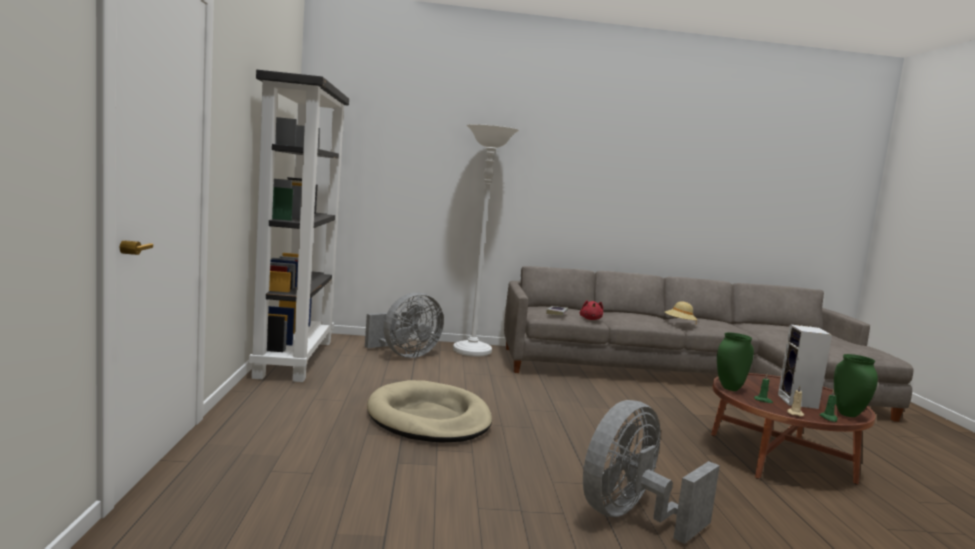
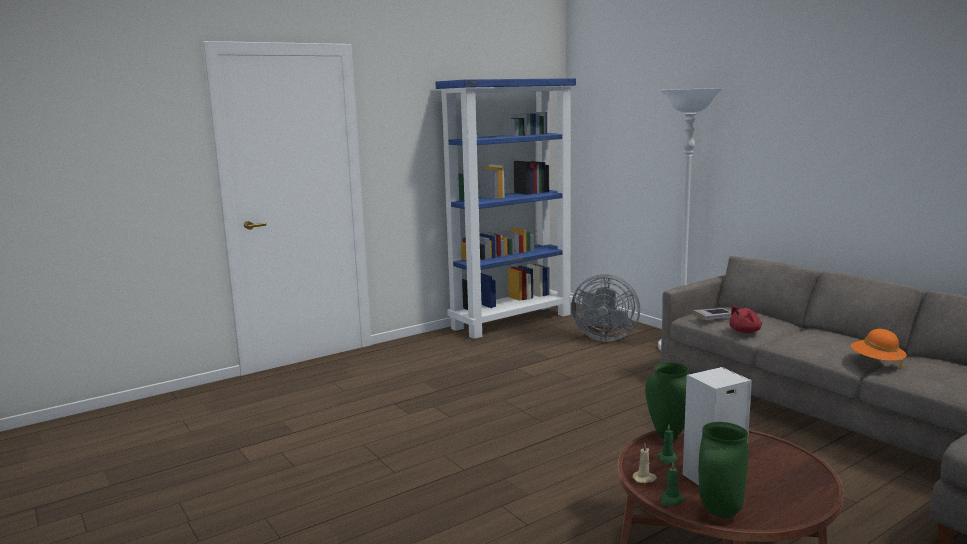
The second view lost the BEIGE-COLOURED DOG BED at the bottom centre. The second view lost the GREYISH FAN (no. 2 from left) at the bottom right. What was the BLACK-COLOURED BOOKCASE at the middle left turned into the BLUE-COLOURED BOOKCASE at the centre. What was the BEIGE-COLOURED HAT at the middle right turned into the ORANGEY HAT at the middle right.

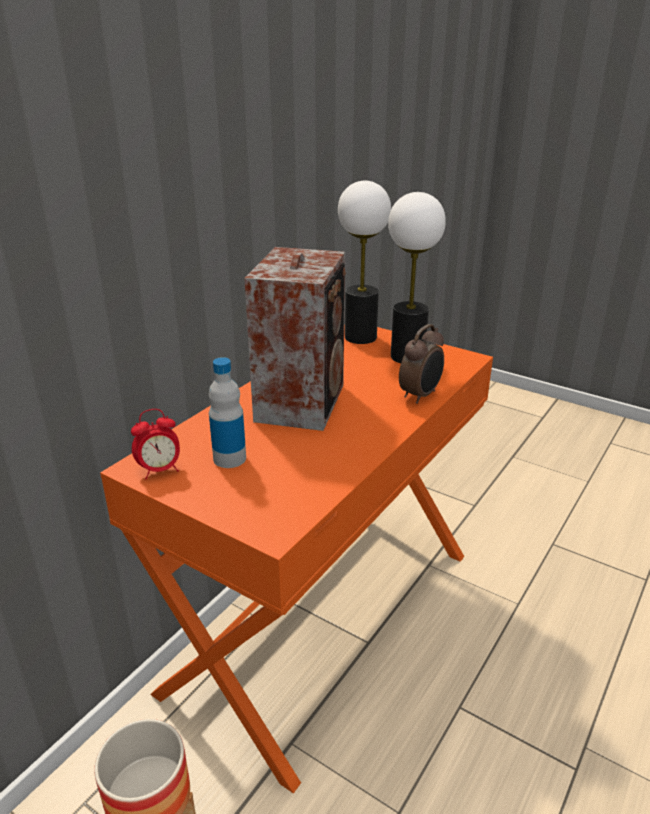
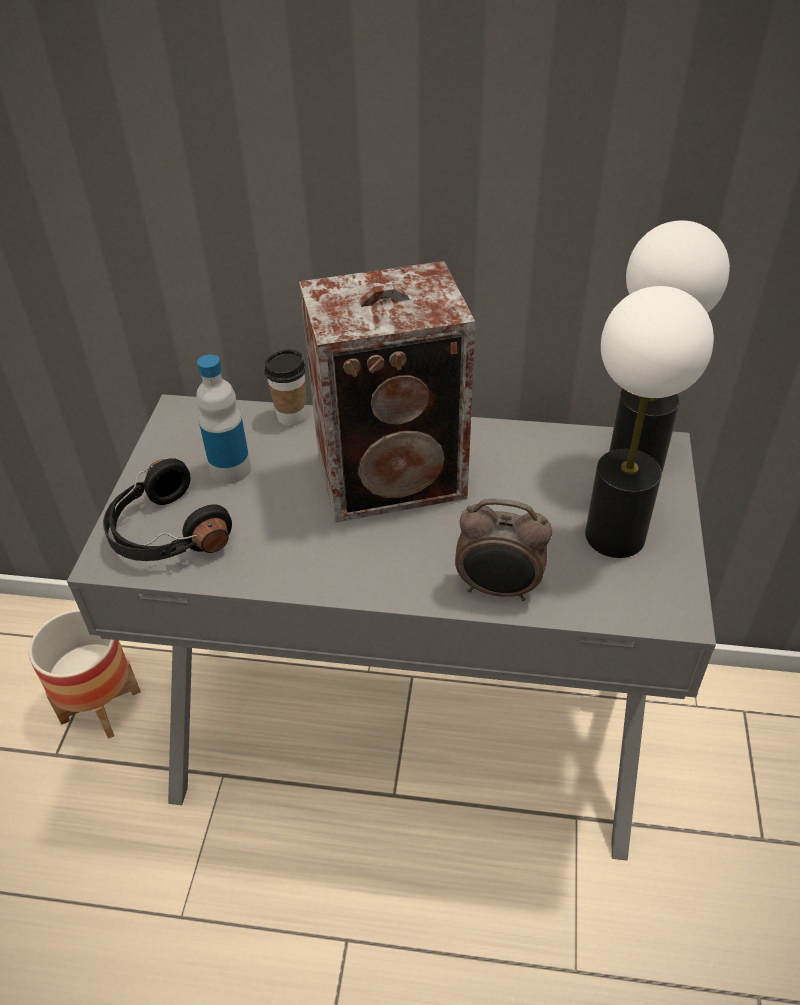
The second view lost the TABLE CLOCK (no. 1 from left) at the middle left. The second view gained the BLACK-COLOURED HEADSET at the middle left. The second view gained the CUP at the centre. What was the ORANGEY DESK at the bottom centre turned into the GREYISH DESK at the centre.

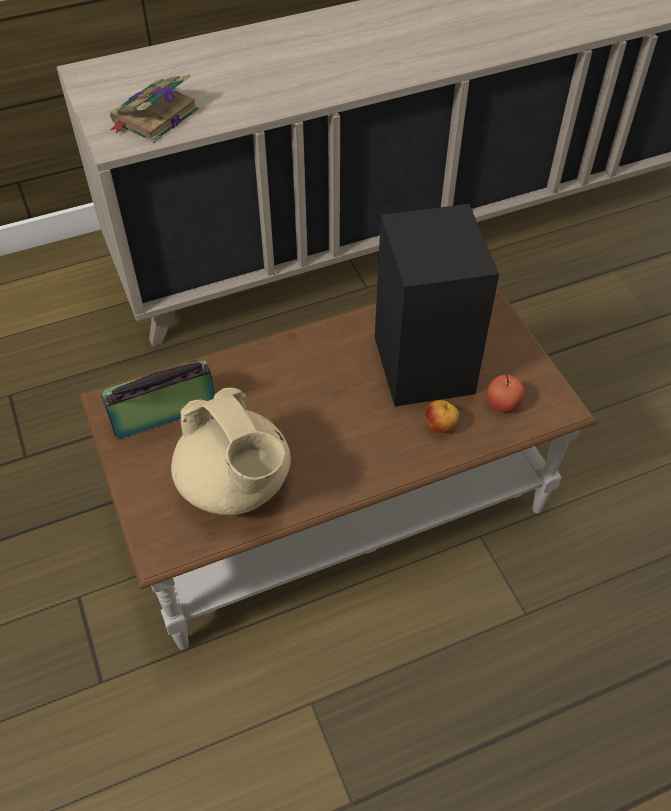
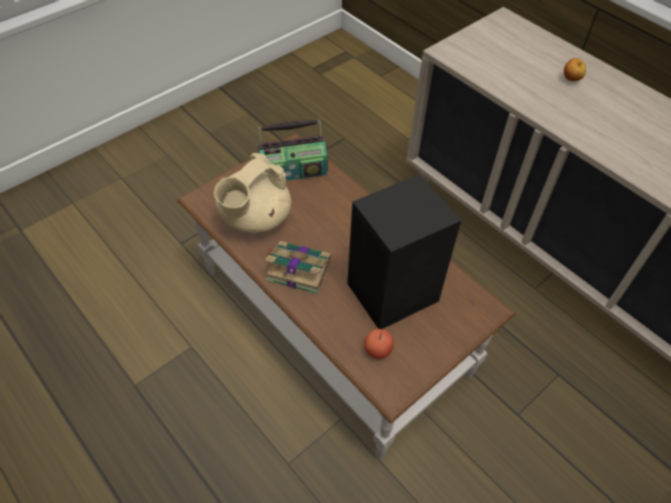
The BOUND BOOK ended up elsewhere, having gone from the top left to the centre. The WHOLE APPLE (no. 1 from left in the first image) ended up elsewhere, having gone from the centre to the top right. The RADIO RECEIVER at the middle left ended up facing another way, 120 degrees clockwise from before.

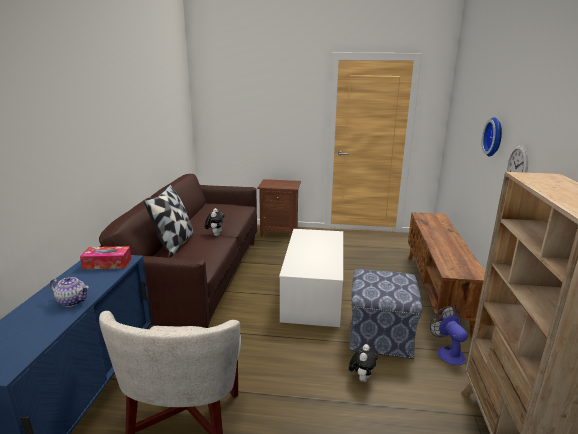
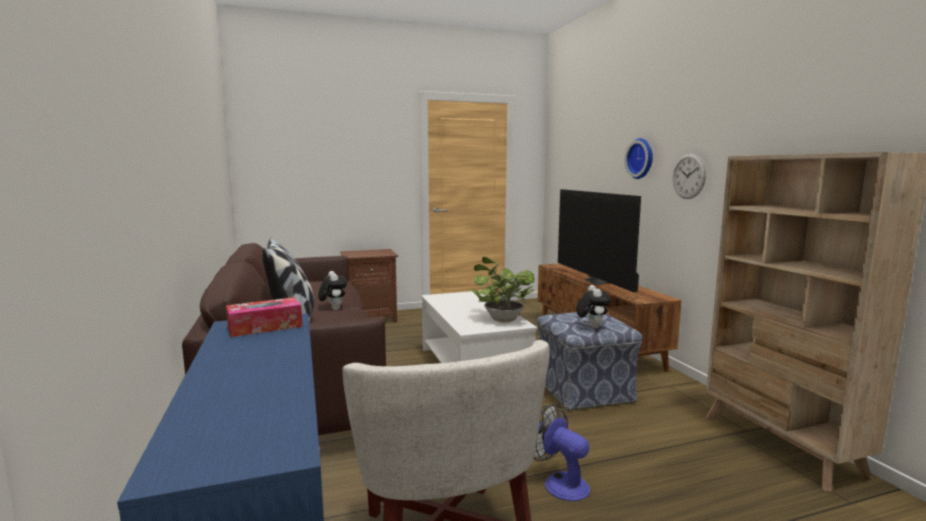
The second view lost the TEAPOT at the bottom left. The second view gained the POTTED PLANT at the centre. The second view gained the TV SET at the centre. The PLUSH TOY (no. 2 from left) ended up elsewhere, having gone from the bottom centre to the centre. The FAN ended up elsewhere, having gone from the bottom right to the bottom centre.

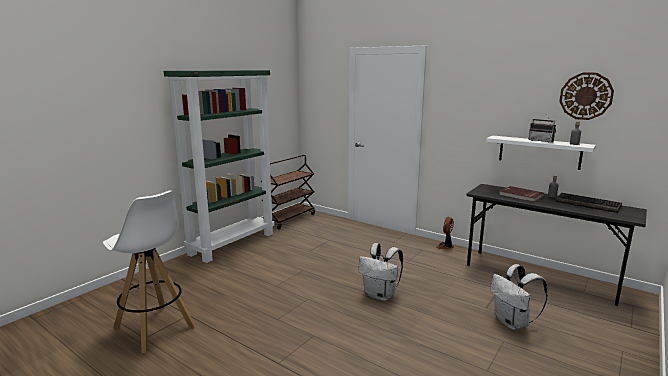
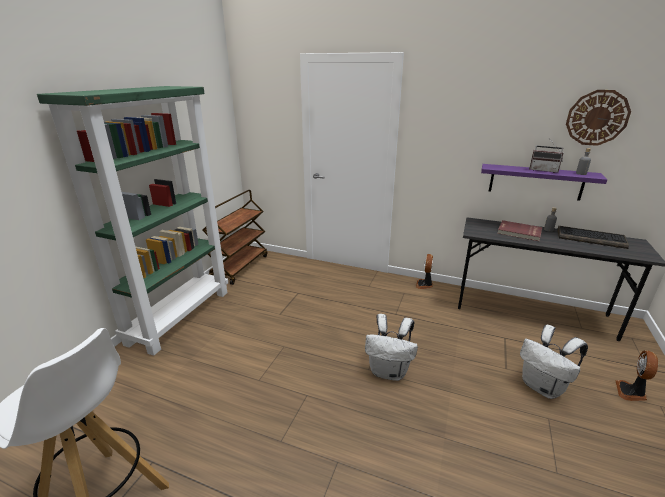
The second view gained the FAN (no. 2 from left) at the bottom right. What was the WHITE BRACKET SHELF at the middle right turned into the PURPLE-COLOURED BRACKET SHELF at the middle right.

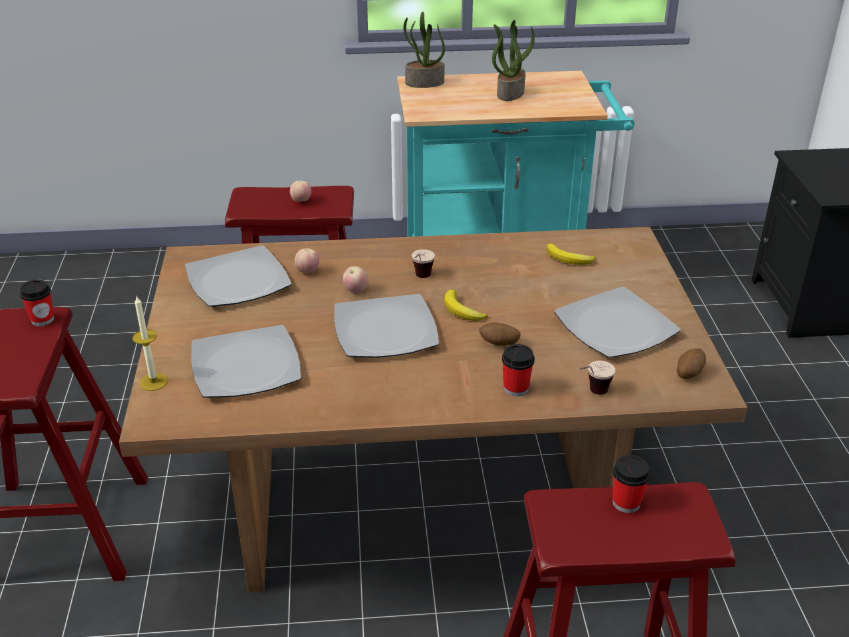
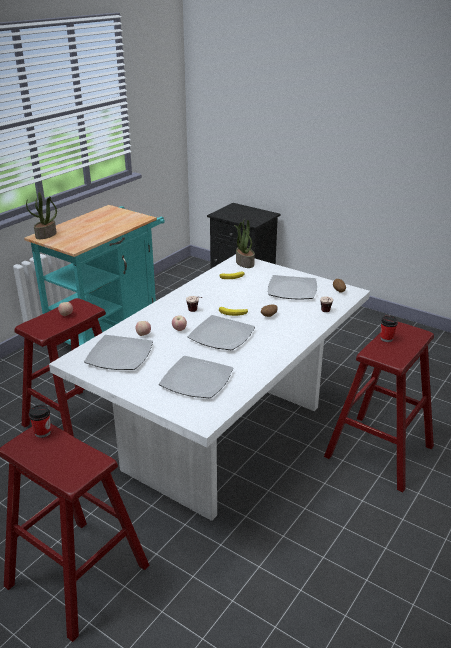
The second view lost the CANDLE at the middle left. The second view lost the CUP (no. 3 from left) at the centre. The POTTED PLANT (no. 2 from left) ended up elsewhere, having gone from the top centre to the centre. What was the BROWNISH KITCHEN TABLE at the centre turned into the WHITE KITCHEN TABLE at the centre.

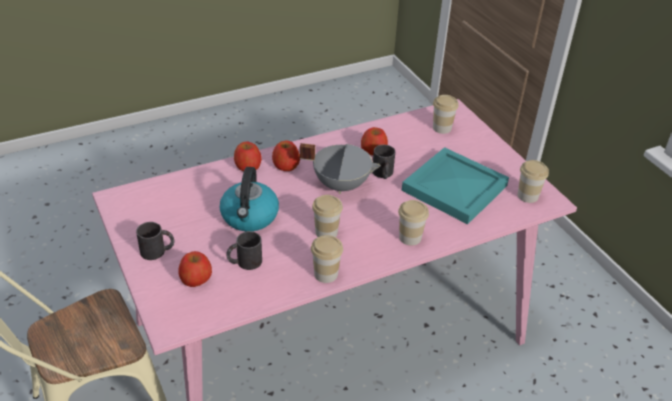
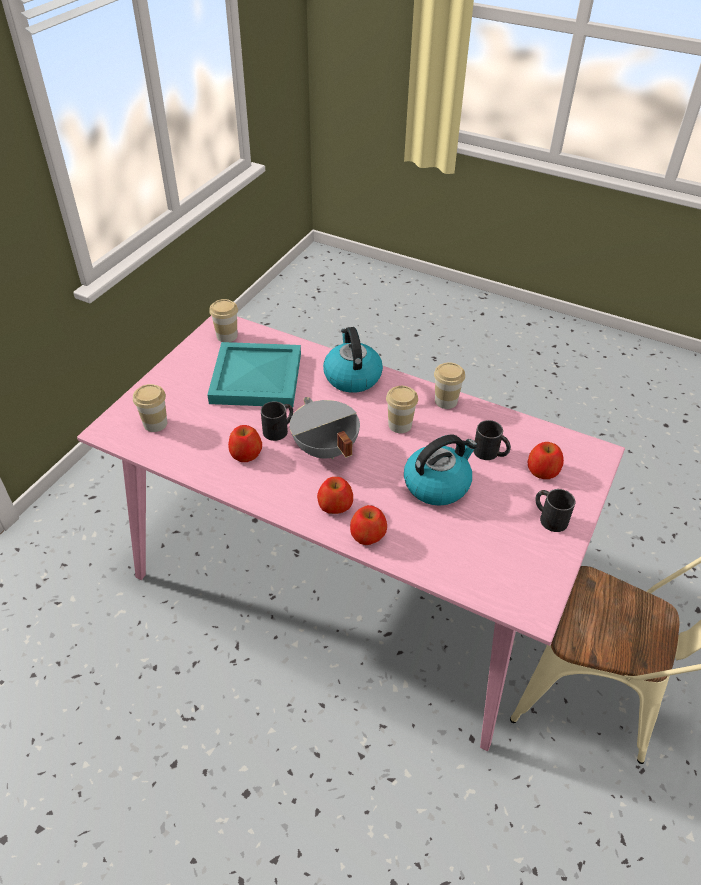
Where the CUP (no. 3 from left) stood at the centre, the KETTLE (no. 1 from left) came to stand at the centre.

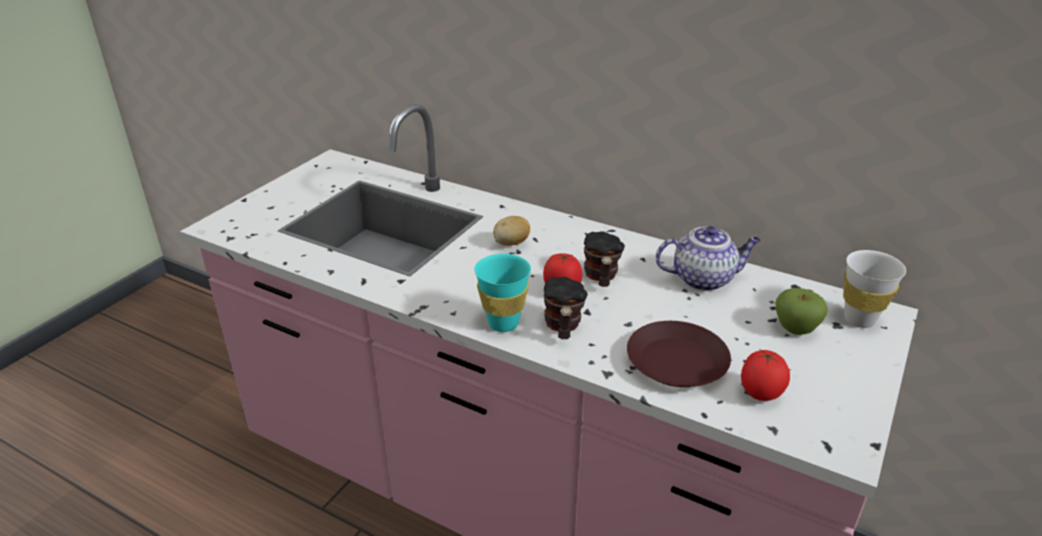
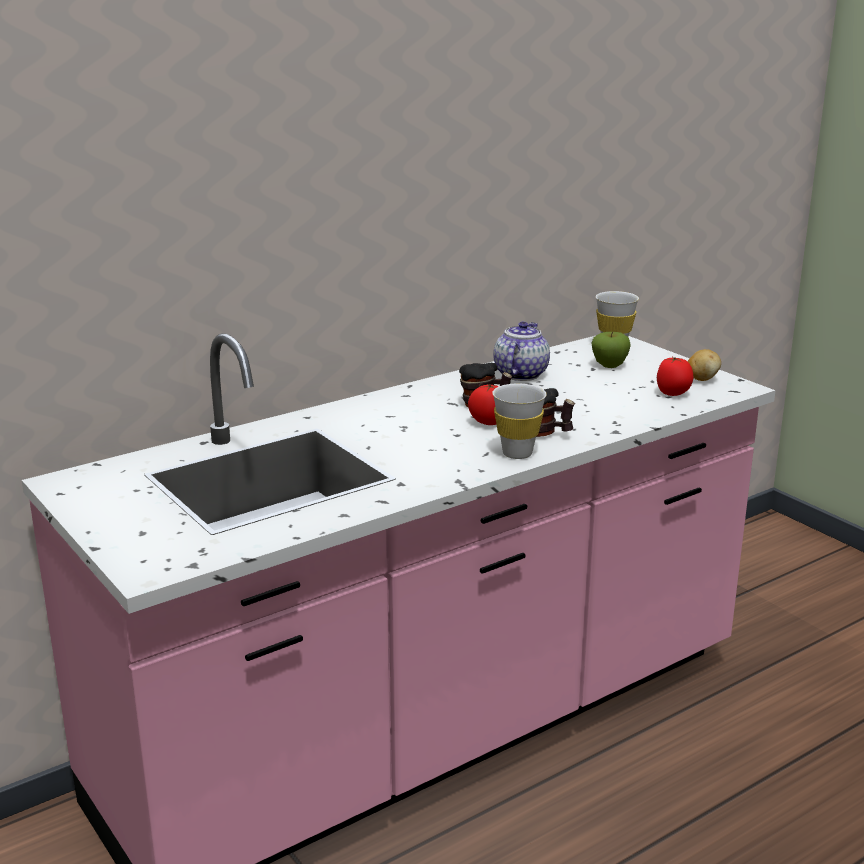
The second view lost the BROWNISH DINNER PLATE at the centre. The WHOLE POTATO ended up elsewhere, having gone from the centre to the middle right. What was the TURQUOISE-COLOURED CUP at the centre turned into the WHITE CUP (no. 1 from left) at the centre.

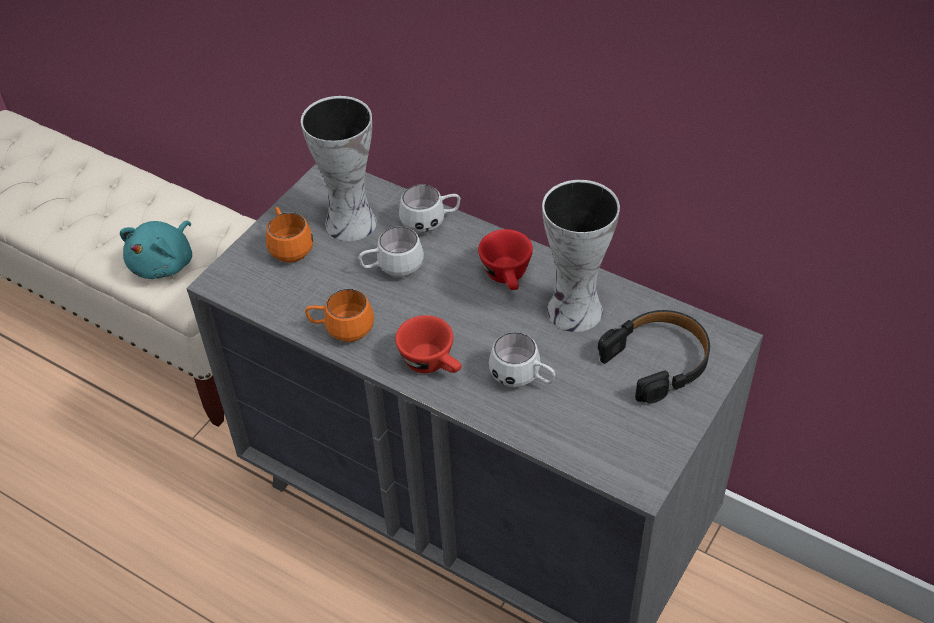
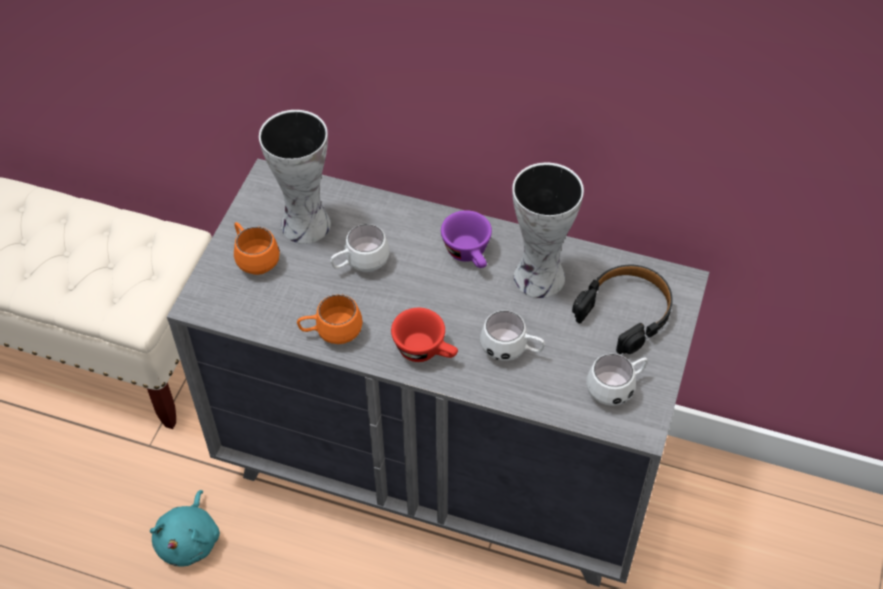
The TURQUOISE-COLOURED PLUSH TOY ended up elsewhere, having gone from the middle left to the bottom left. The WHITE MUG (no. 2 from left in the first image) ended up elsewhere, having gone from the centre to the middle right. What was the RED CUP (no. 2 from left) at the centre turned into the PURPLE-COLOURED CUP at the centre.

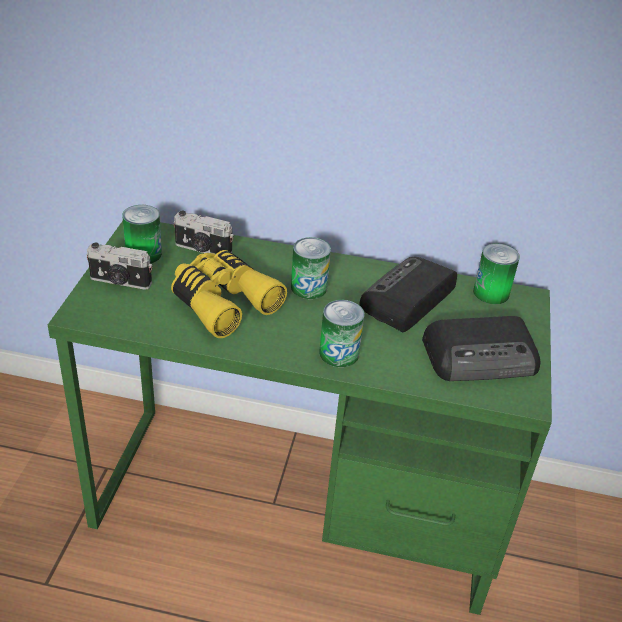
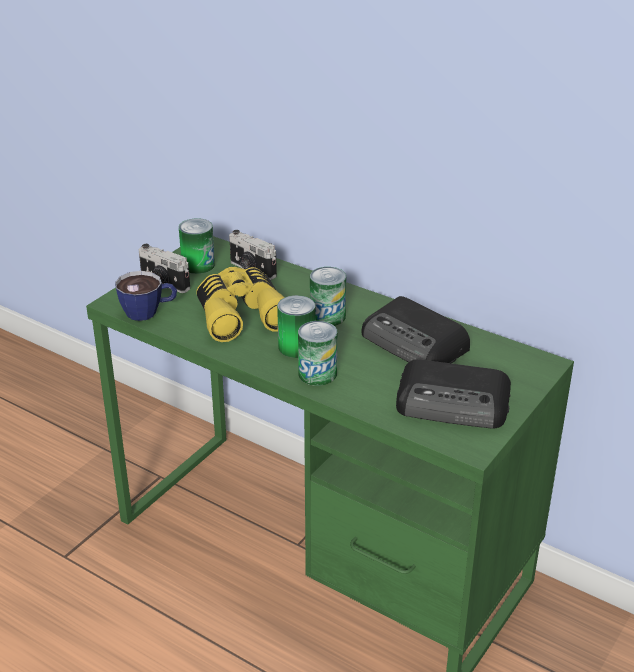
The second view gained the CUP at the middle left. The METAL CAN (no. 4 from left in the first image) ended up elsewhere, having gone from the middle right to the centre. The RADIO RECEIVER (no. 1 from left) at the centre ended up facing another way, 105 degrees counterclockwise from before.

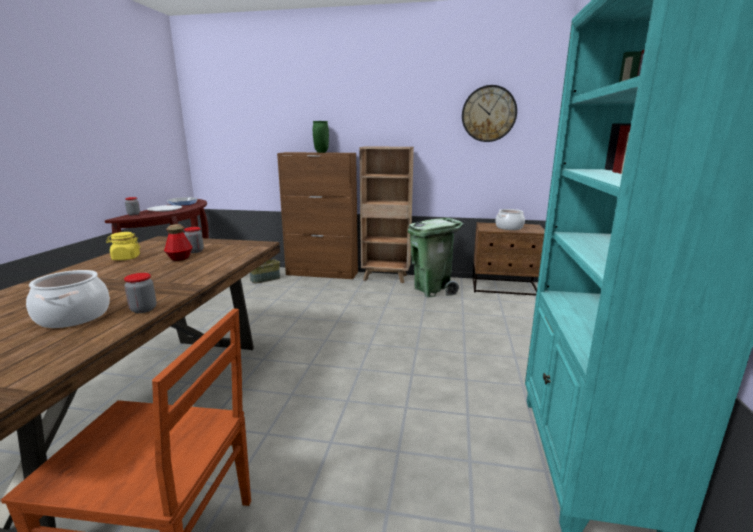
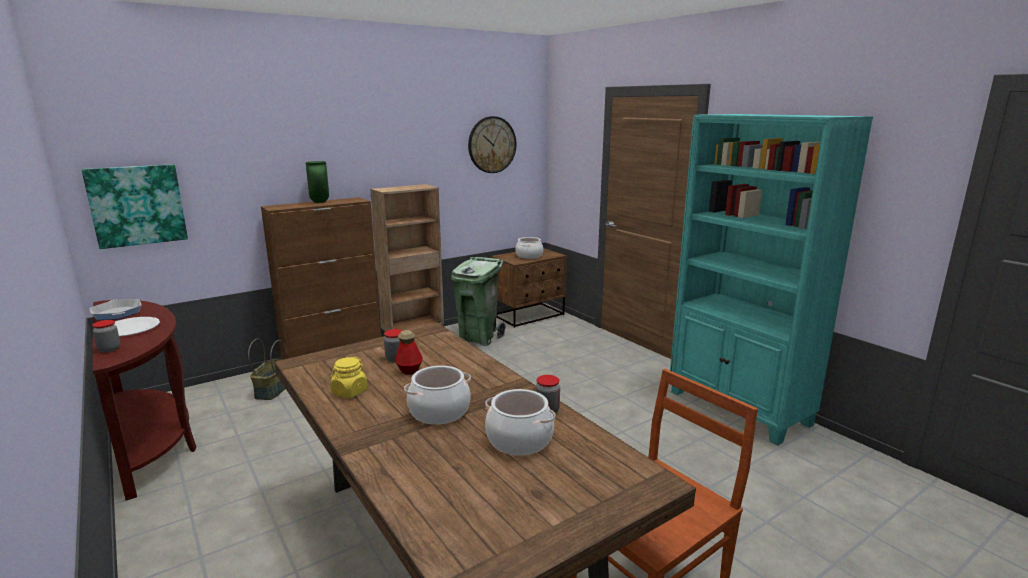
The second view gained the WALL ART at the middle left. The second view gained the STOCKPOT (no. 1 from left) at the bottom centre.

